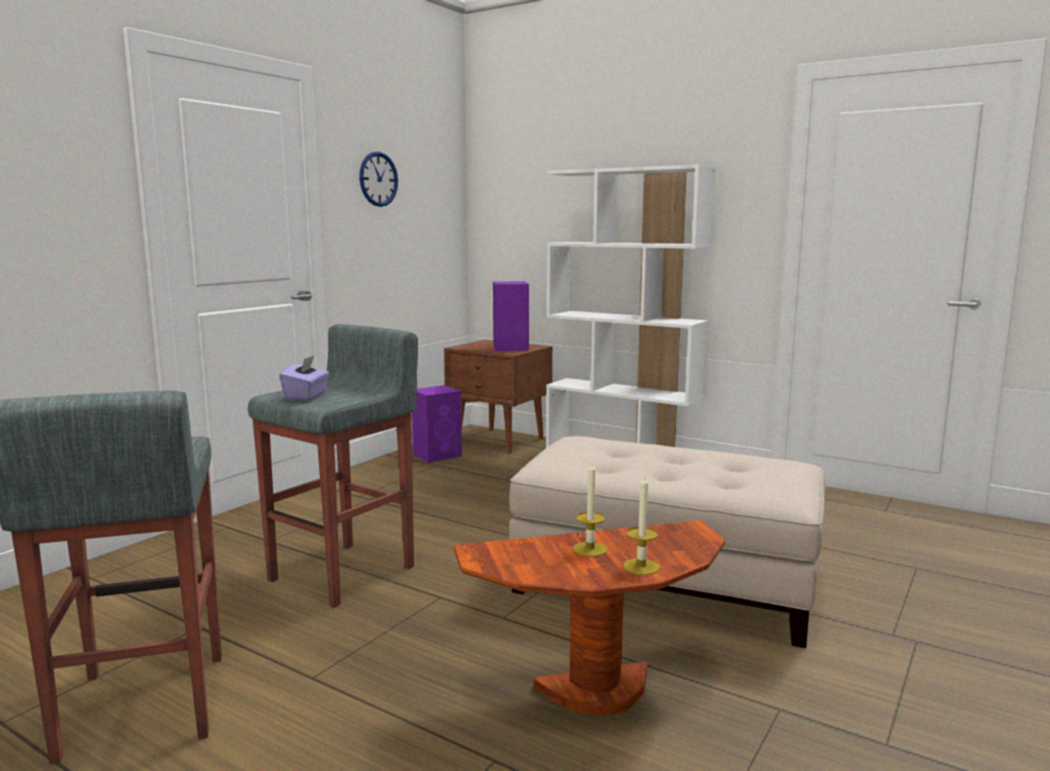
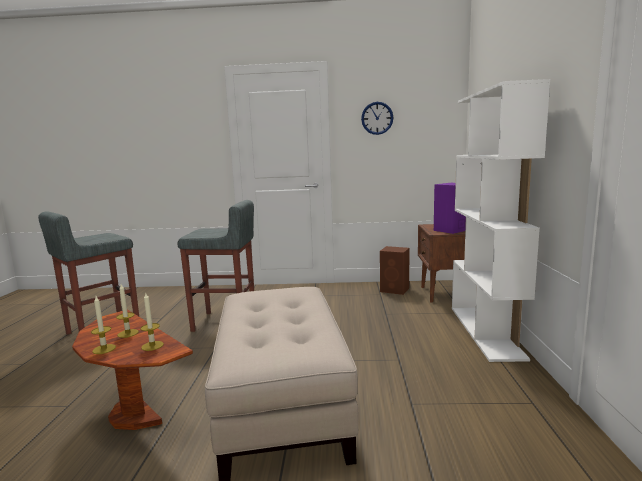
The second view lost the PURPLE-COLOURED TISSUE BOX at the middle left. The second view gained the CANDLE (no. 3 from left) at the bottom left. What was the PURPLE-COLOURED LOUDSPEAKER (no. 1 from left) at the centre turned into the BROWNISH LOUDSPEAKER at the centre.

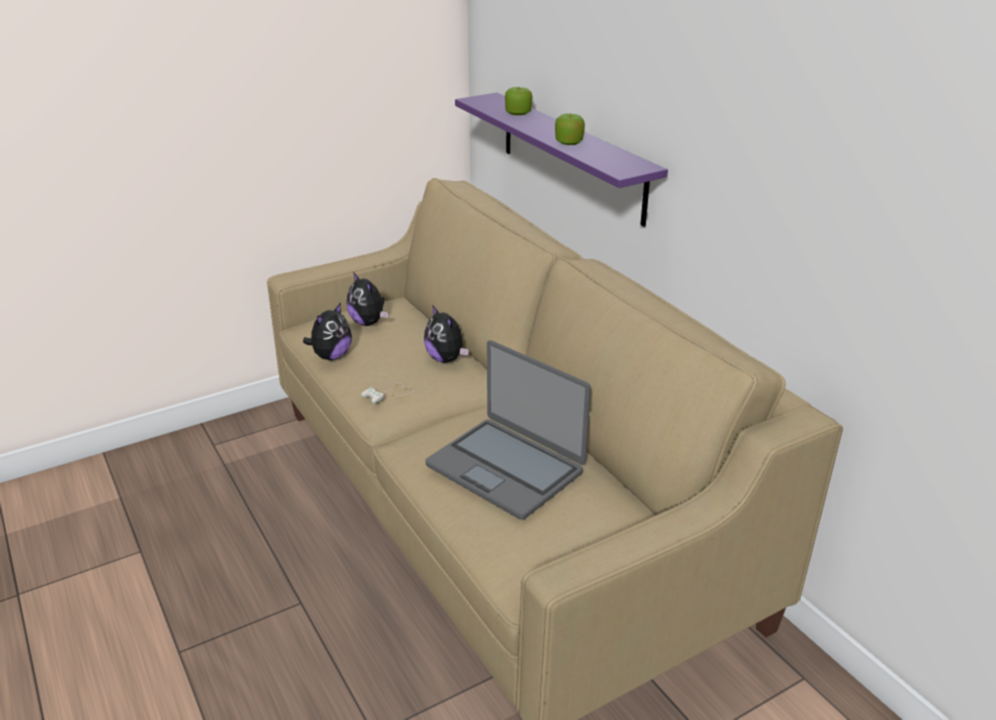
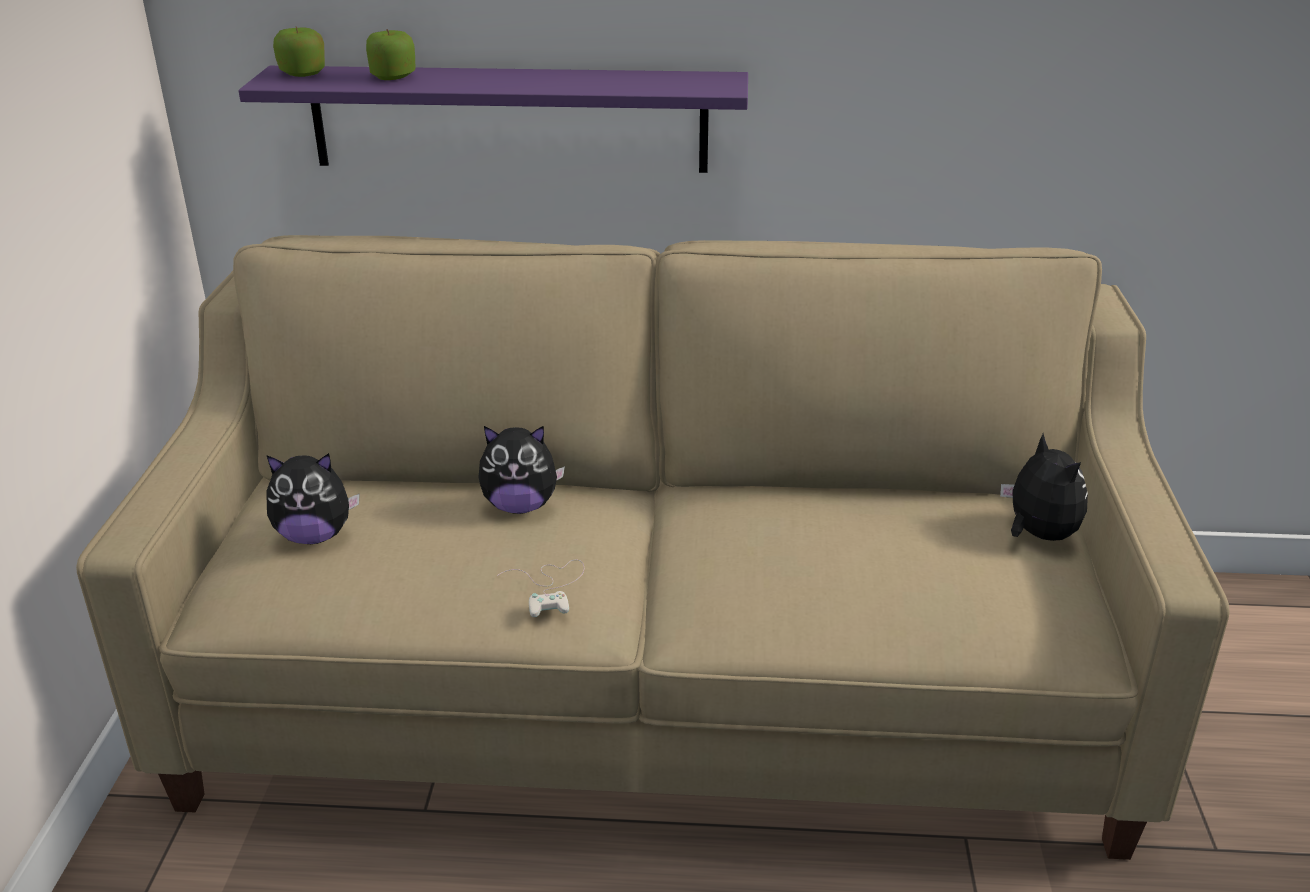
The second view lost the PORTABLE COMPUTER at the centre. The PLUSH TOY (no. 1 from left in the first image) ended up elsewhere, having gone from the middle left to the middle right. The WHOLE APPLE (no. 2 from left in the first image) ended up elsewhere, having gone from the top centre to the top left.

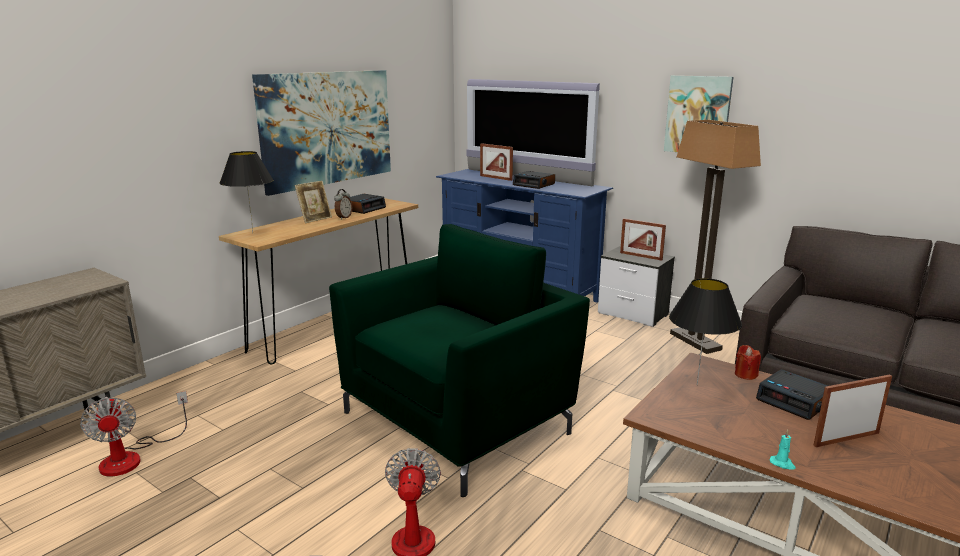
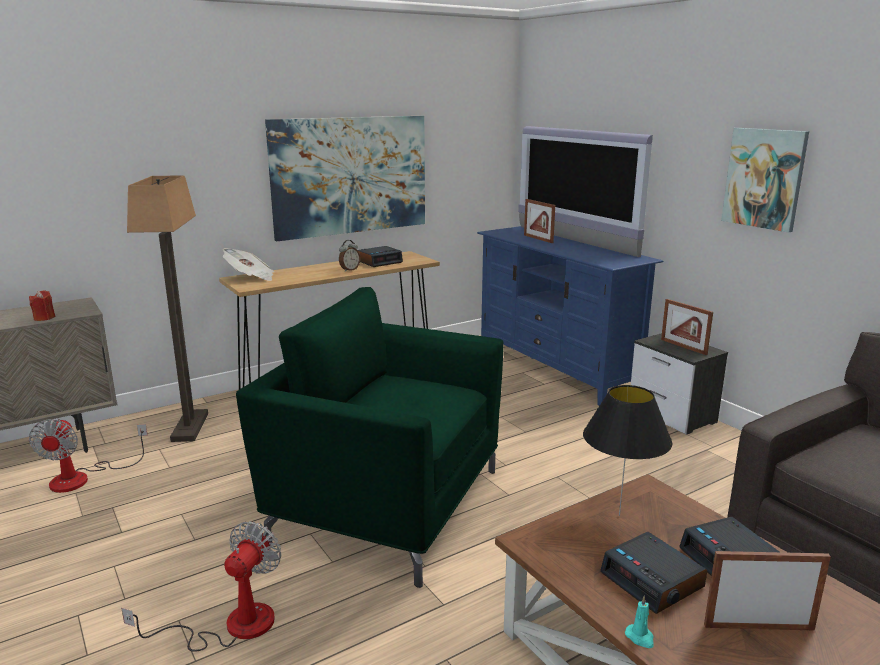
The second view lost the PHOTO FRAME (no. 1 from left) at the middle left. The TABLE CLOCK (no. 3 from left) ended up elsewhere, having gone from the top centre to the bottom right. The FLOOR LAMP ended up elsewhere, having gone from the middle right to the middle left. The RED CANDLE ended up elsewhere, having gone from the middle right to the middle left. Where the BLACK-COLOURED TABLETOP LAMP (no. 1 from left) stood at the middle left, the PRINTED PAPER came to stand at the middle left. The GREEN LOUNGE CHAIR at the centre ended up facing another way, 135 degrees counterclockwise from before.

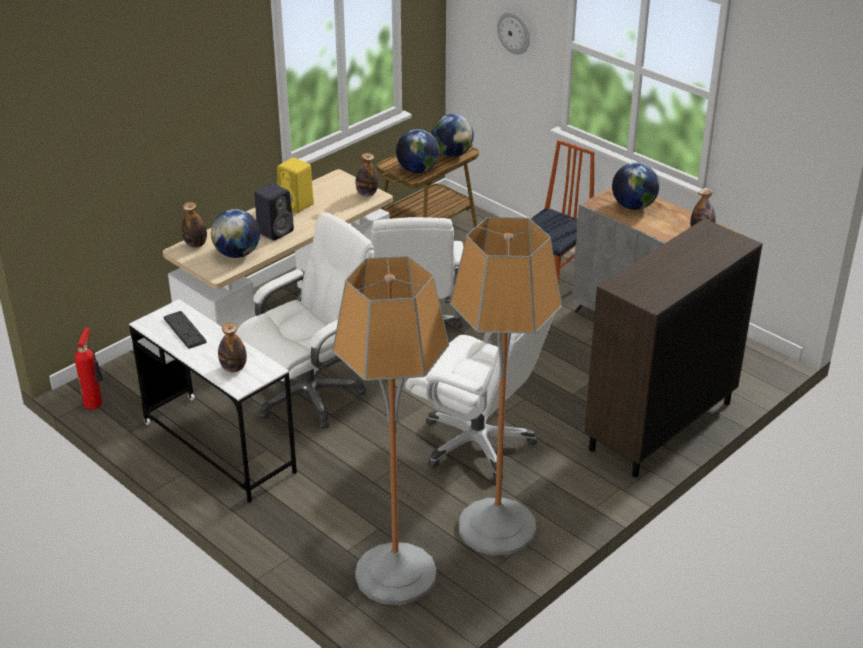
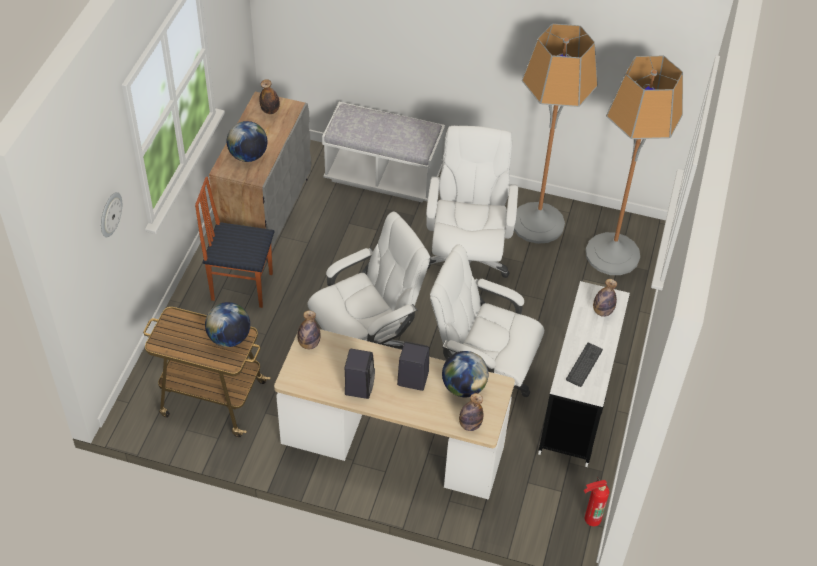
The second view lost the DESK GLOBE (no. 3 from left) at the top centre. Where the BROWNISH STORAGE CABINET stood at the middle right, the WHITE LONG SEAT came to stand at the top centre. What was the YELLOW LOUDSPEAKER at the top centre turned into the BLACK-COLOURED LOUDSPEAKER (no. 1 from left) at the centre.

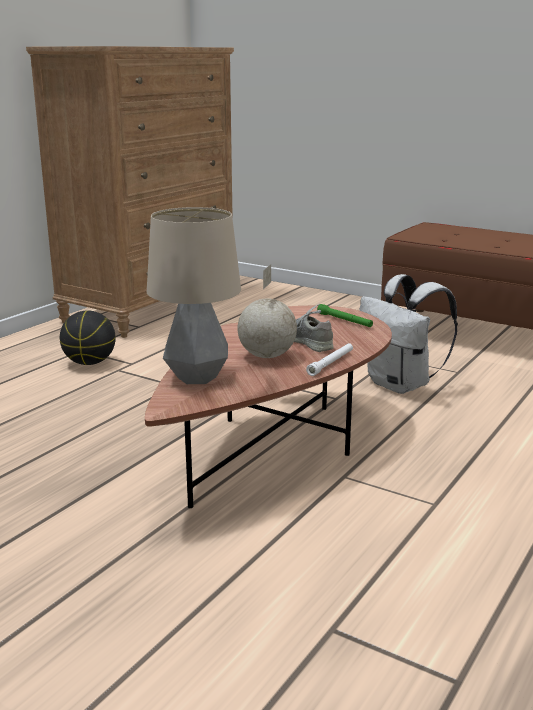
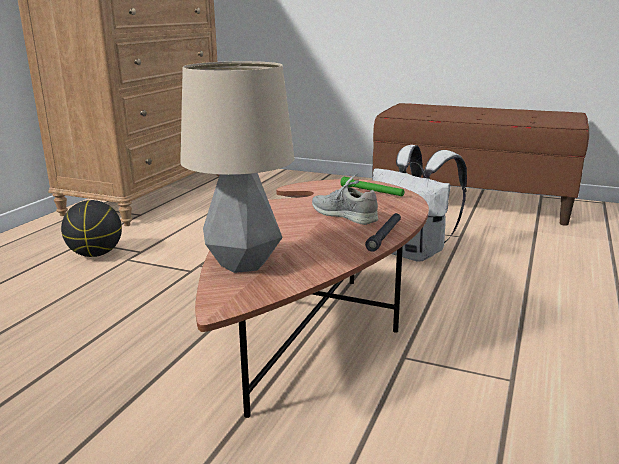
The second view lost the DESK GLOBE at the centre. What was the WHITE TORCH at the centre turned into the BLACK-COLOURED TORCH at the centre.

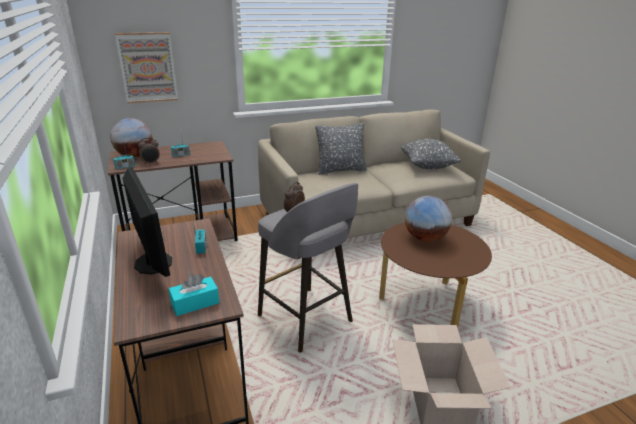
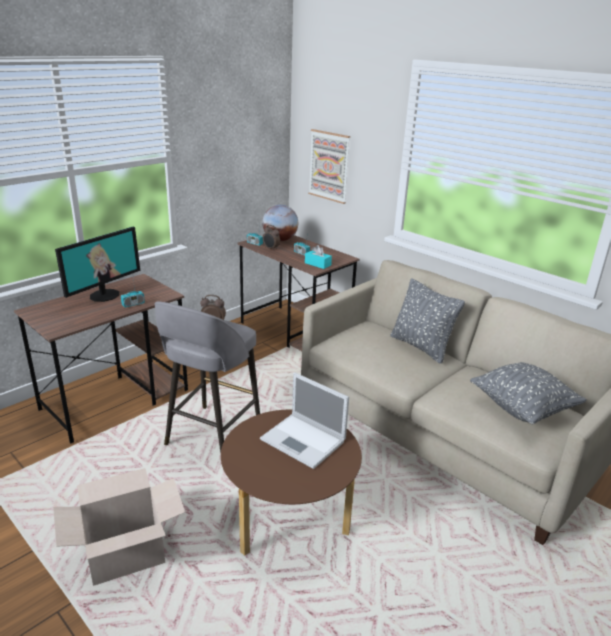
The TURQUOISE-COLOURED TISSUE BOX ended up elsewhere, having gone from the bottom left to the centre. Where the DESK GLOBE (no. 2 from left) stood at the middle right, the PORTABLE COMPUTER came to stand at the centre.

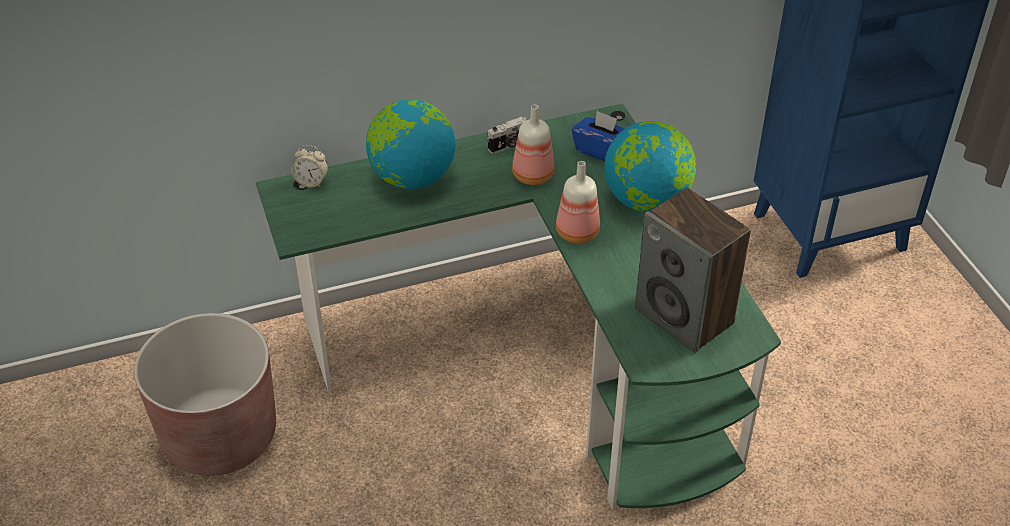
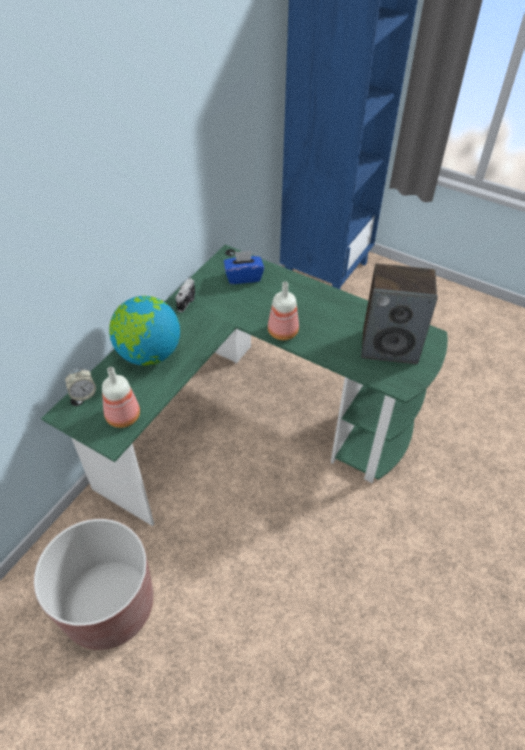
The second view lost the DESK GLOBE (no. 2 from left) at the top centre. The BOTTLE (no. 1 from left) ended up elsewhere, having gone from the top centre to the middle left.

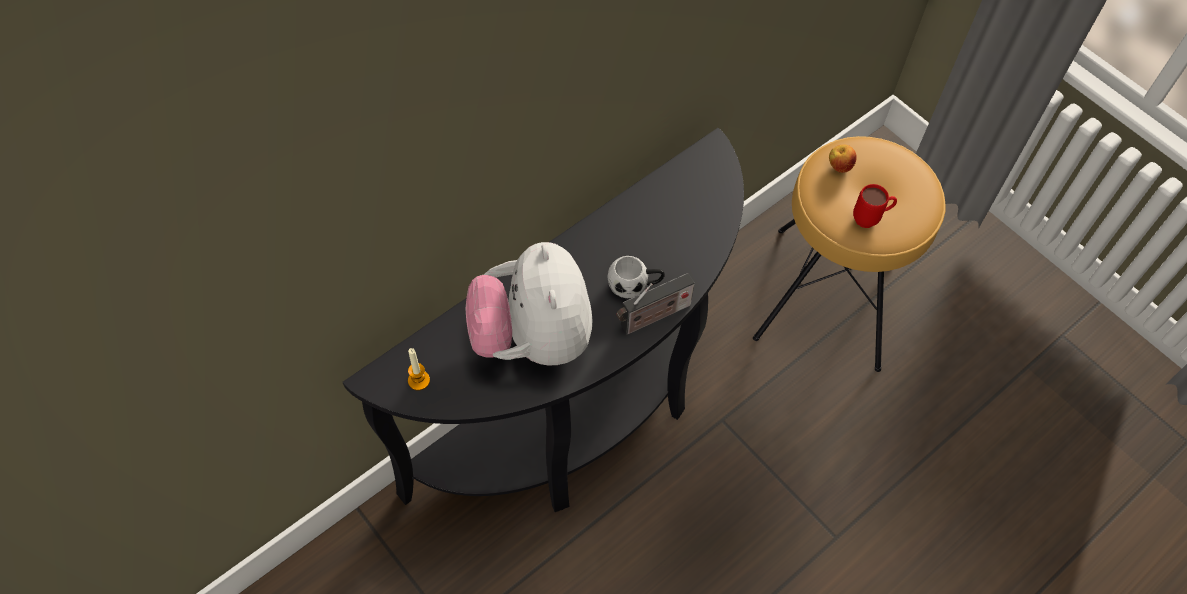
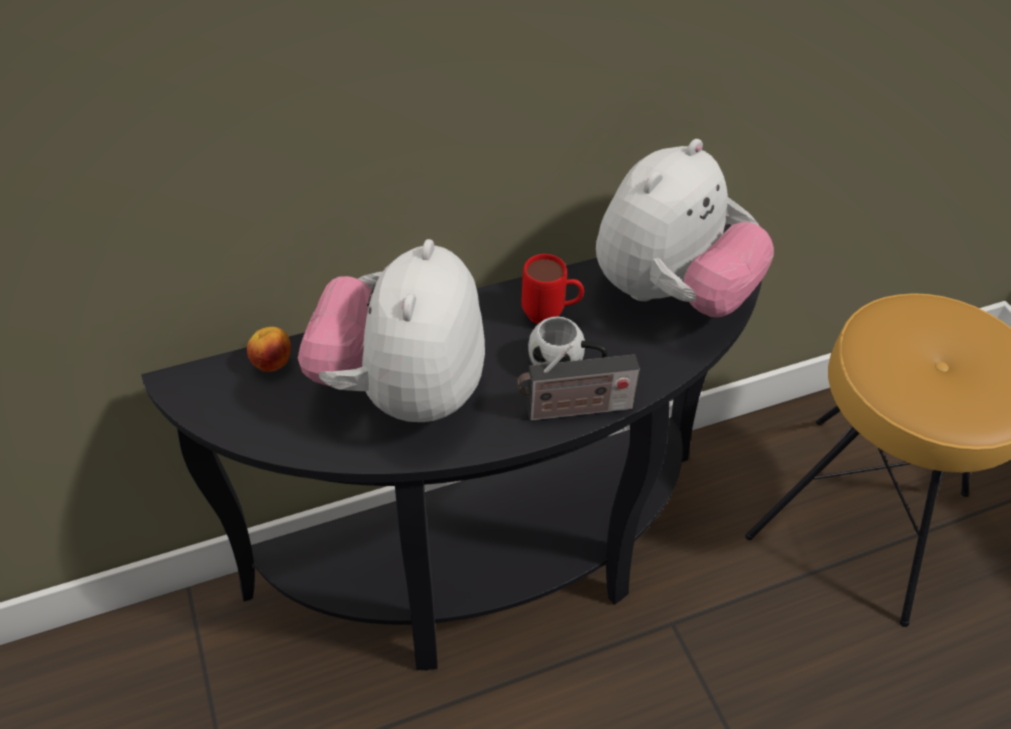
The second view lost the CANDLE at the centre. The second view gained the PLUSH TOY (no. 2 from left) at the top right. The WHOLE APPLE ended up elsewhere, having gone from the top right to the middle left. The RED MUG ended up elsewhere, having gone from the middle right to the centre.

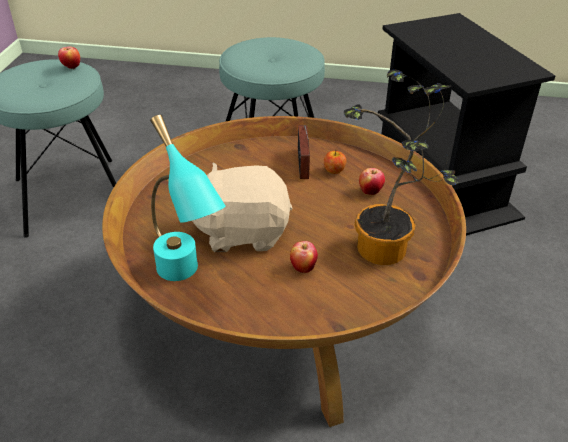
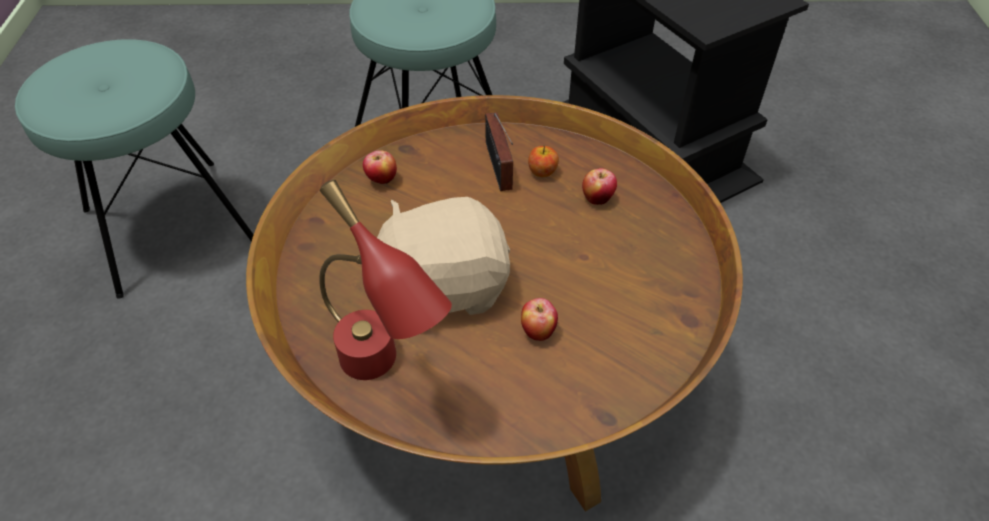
The second view lost the POTTED PLANT at the middle right. The WHOLE APPLE (no. 1 from left) ended up elsewhere, having gone from the top left to the top centre. What was the TURQUOISE-COLOURED TABLETOP LAMP at the middle left turned into the RED TABLETOP LAMP at the centre.

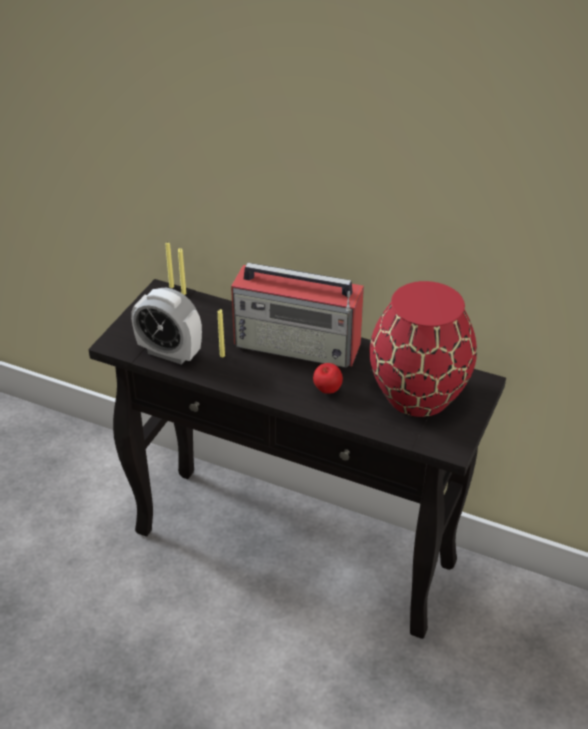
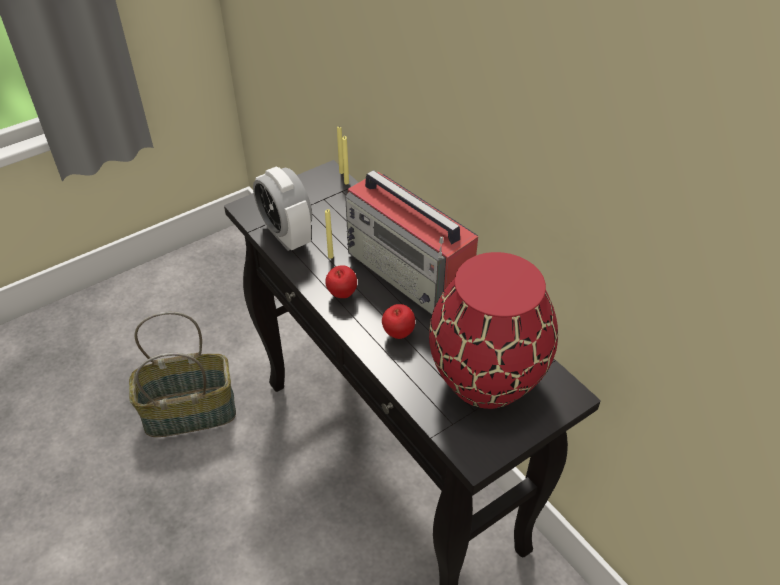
The second view gained the HOUSEHOLD BASKET at the middle left. The second view gained the WHOLE APPLE (no. 1 from left) at the centre.

